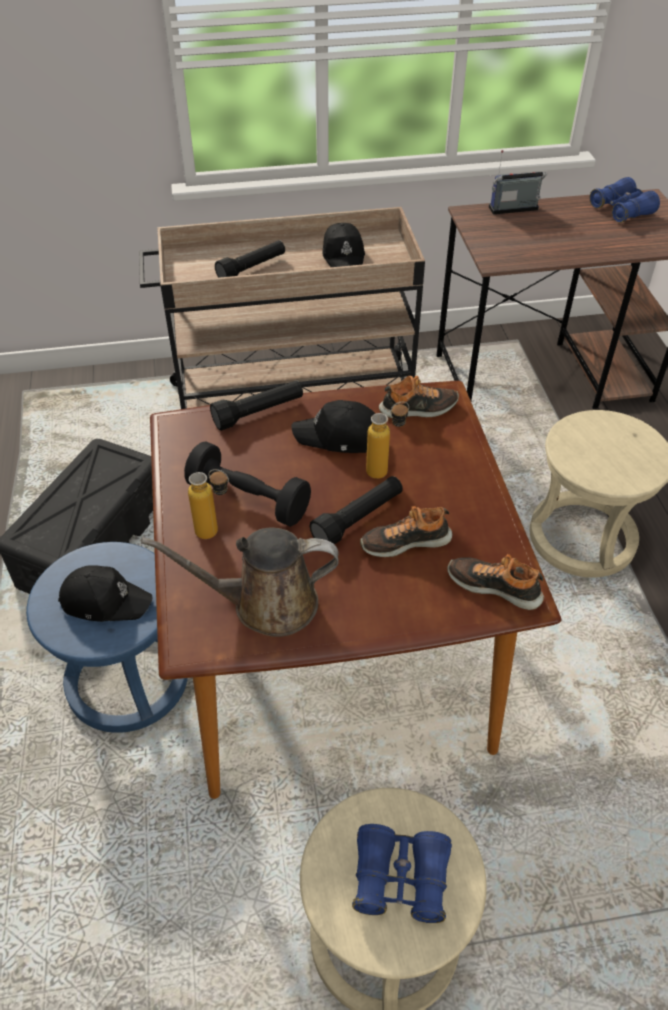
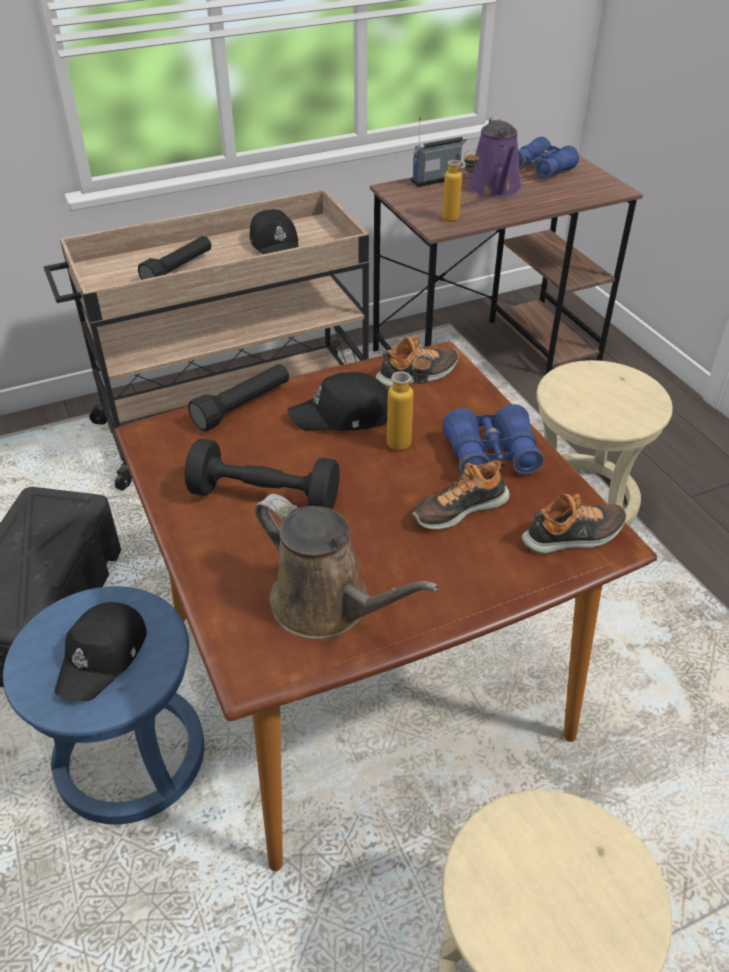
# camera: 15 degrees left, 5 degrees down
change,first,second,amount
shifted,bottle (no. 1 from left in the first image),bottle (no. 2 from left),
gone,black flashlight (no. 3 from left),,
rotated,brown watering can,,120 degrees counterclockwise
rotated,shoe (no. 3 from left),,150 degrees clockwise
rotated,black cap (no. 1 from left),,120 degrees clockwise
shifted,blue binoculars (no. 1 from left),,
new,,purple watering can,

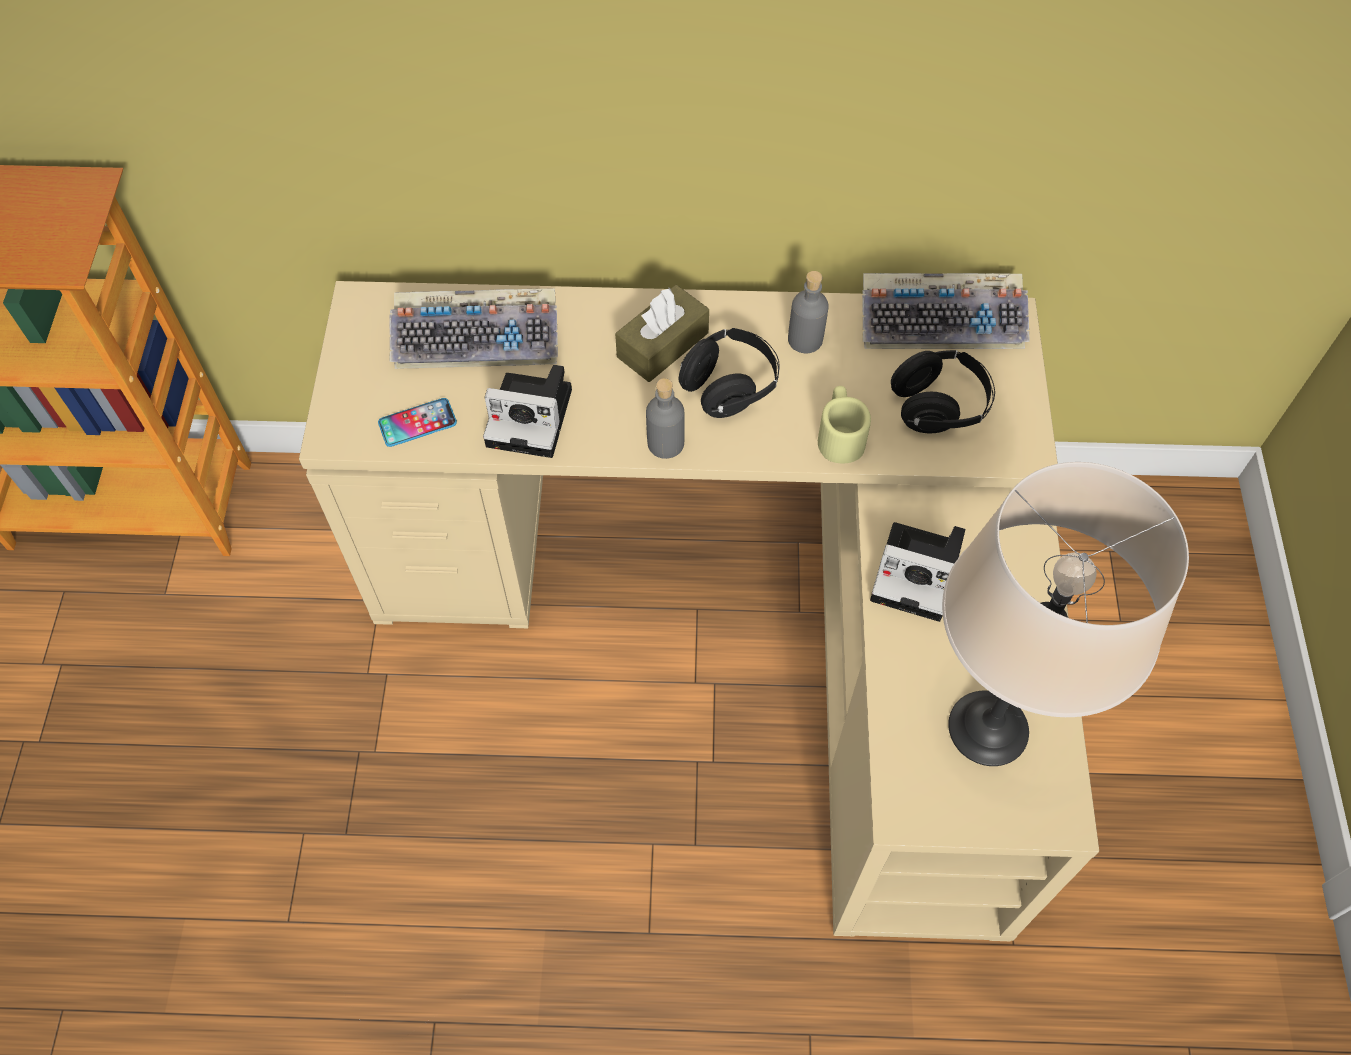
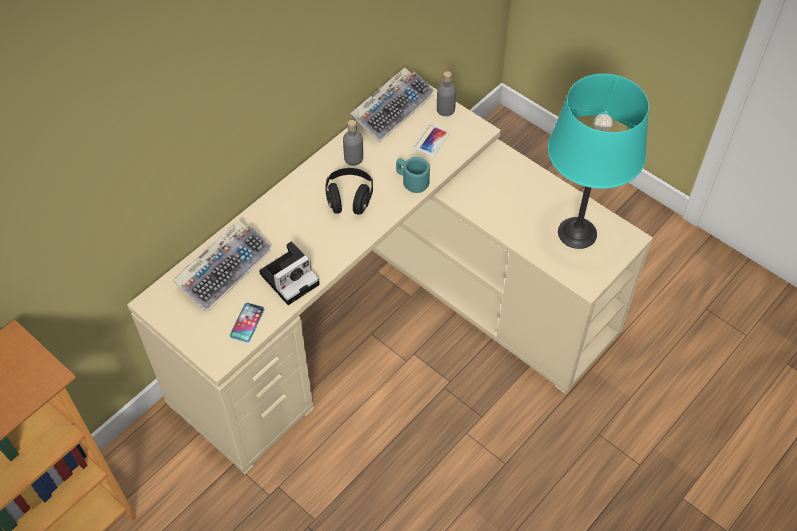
# camera: 50 degrees left, 5 degrees down
change,first,second,amount
gone,brown tissue box,,
swapped,black headphones (no. 2 from left),phone (no. 2 from left),
shifted,grey bottle (no. 1 from left in the first image),grey bottle (no. 2 from left),
repainted,beige mug,turquoise mug,
repainted,beige table lamp,turquoise table lamp,
gone,photo camera (no. 2 from left),,

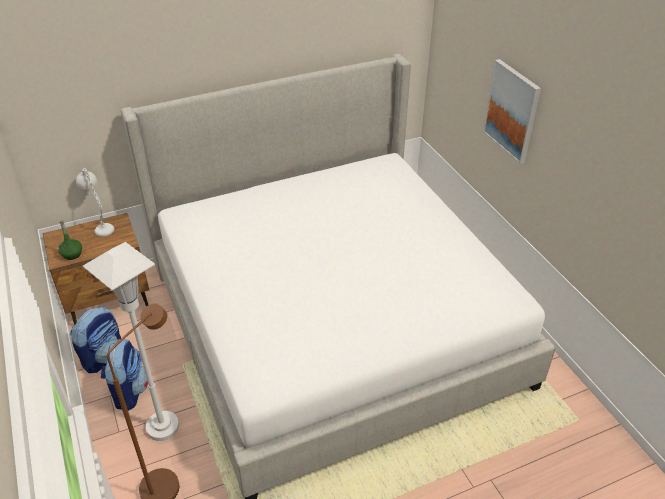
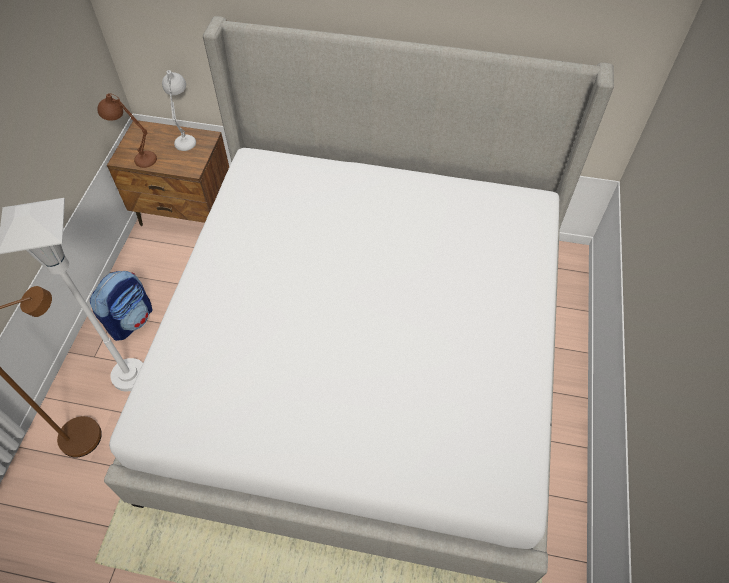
# camera: 35 degrees right, 15 degrees up
change,first,second,amount
gone,picture,,
swapped,green bottle,brown table lamp,
gone,backpack (no. 1 from left),,

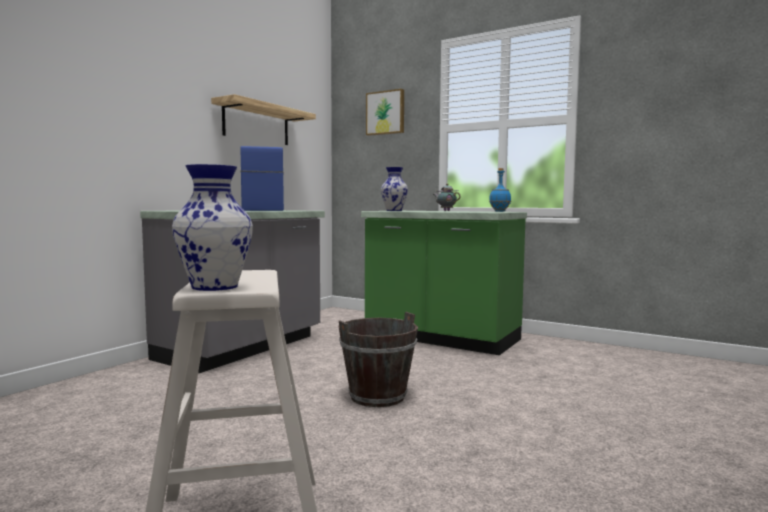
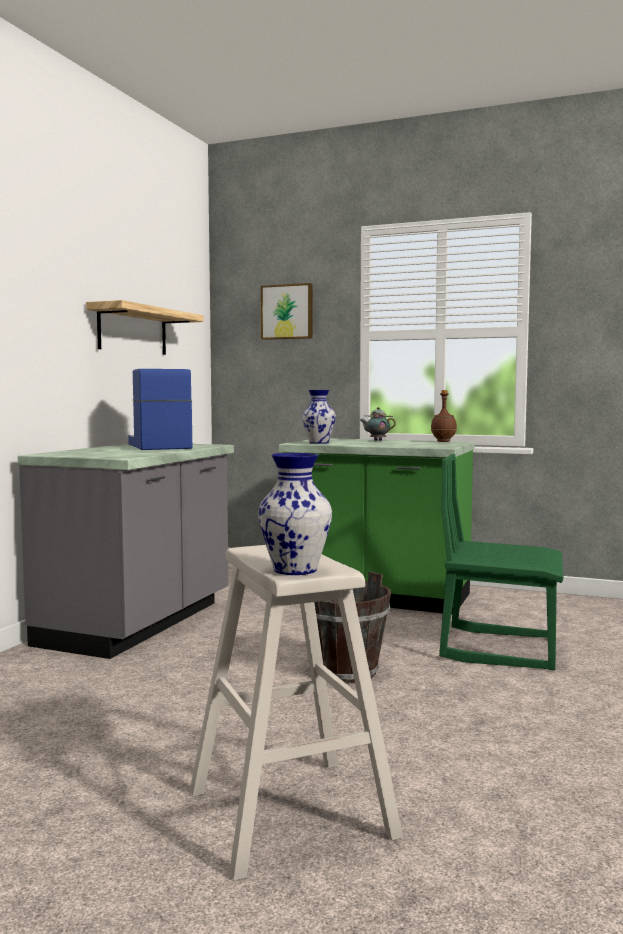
# camera: 10 degrees left, 0 degrees up
change,first,second,amount
repainted,blue bottle,brown bottle,
new,,green chair,

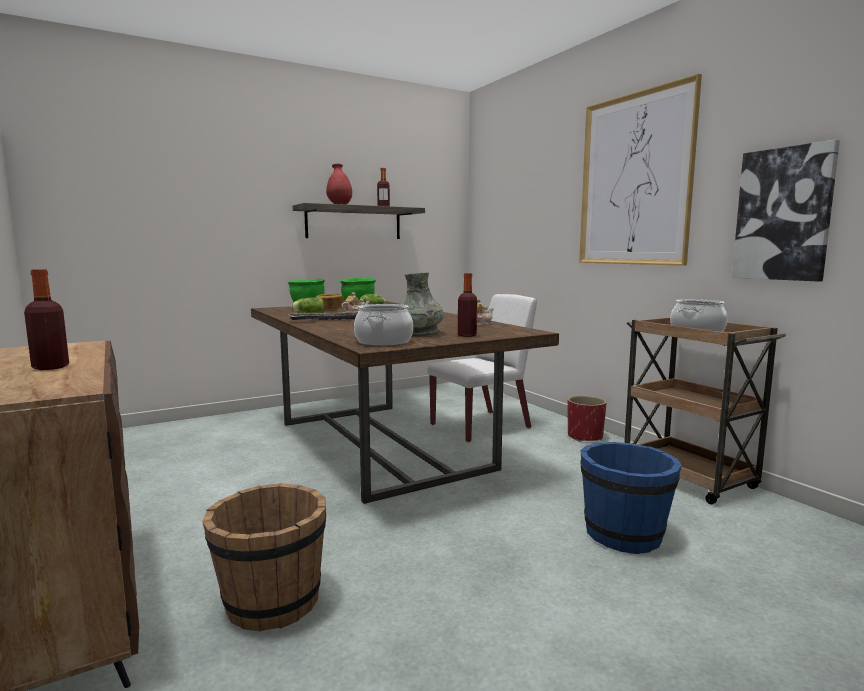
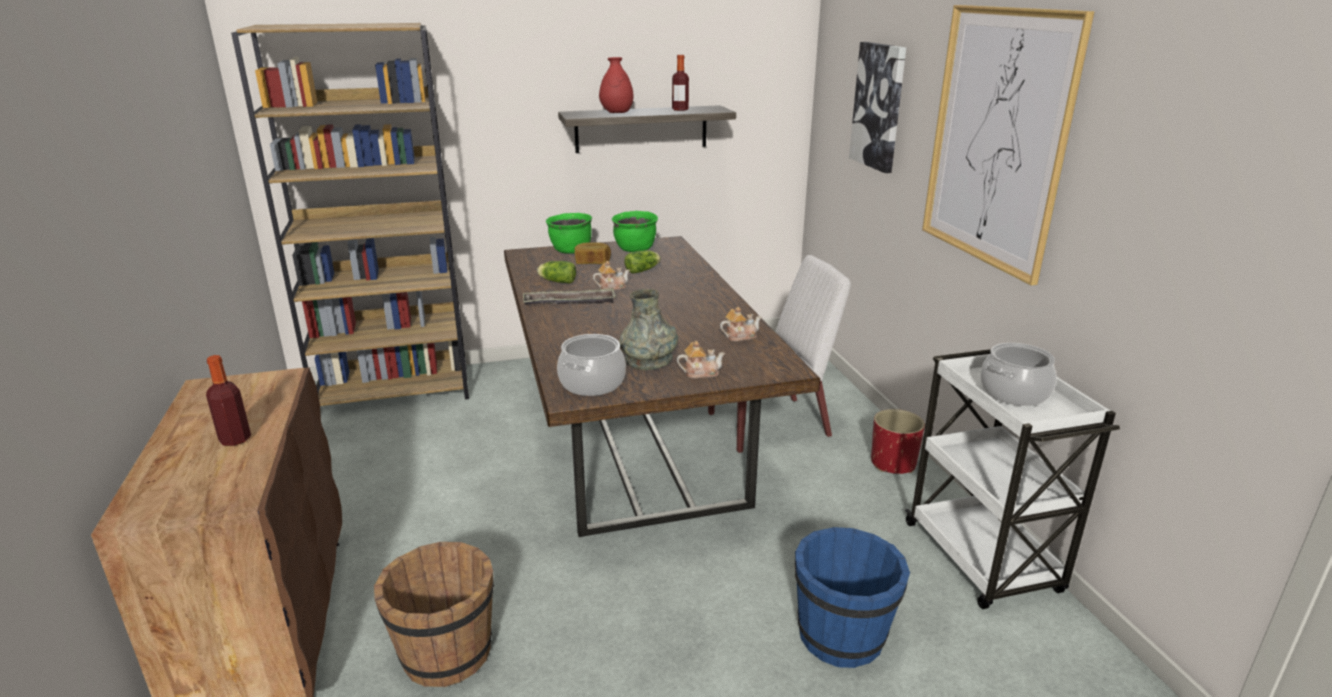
# camera: 15 degrees right, 15 degrees up
change,first,second,amount
shifted,picture (no. 2 from left in the first image),picture (no. 1 from left),
swapped,bottle (no. 3 from left),teapot (no. 2 from left),
repainted,brown cart,white cart,
new,,brown bookcase,

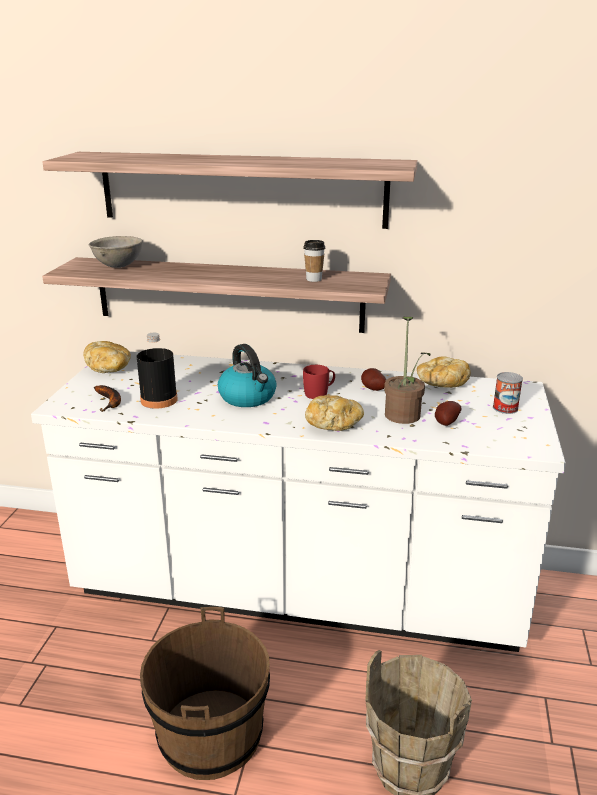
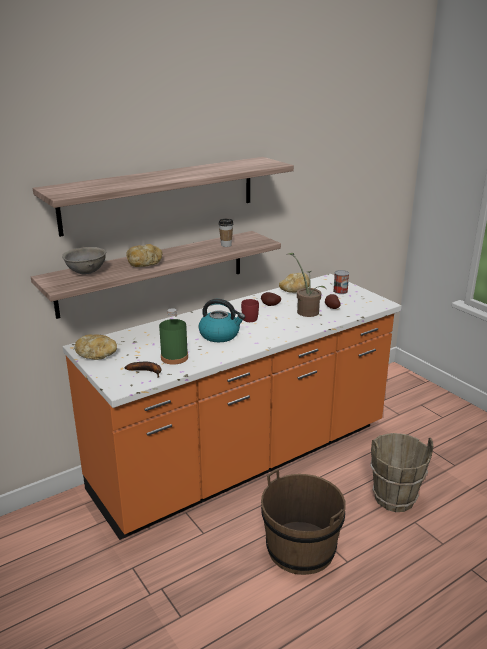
# camera: 45 degrees left, 0 degrees up
change,first,second,amount
repainted,black bottle,green bottle,
repainted,white counter,orange counter,
shifted,bread (no. 2 from left),,

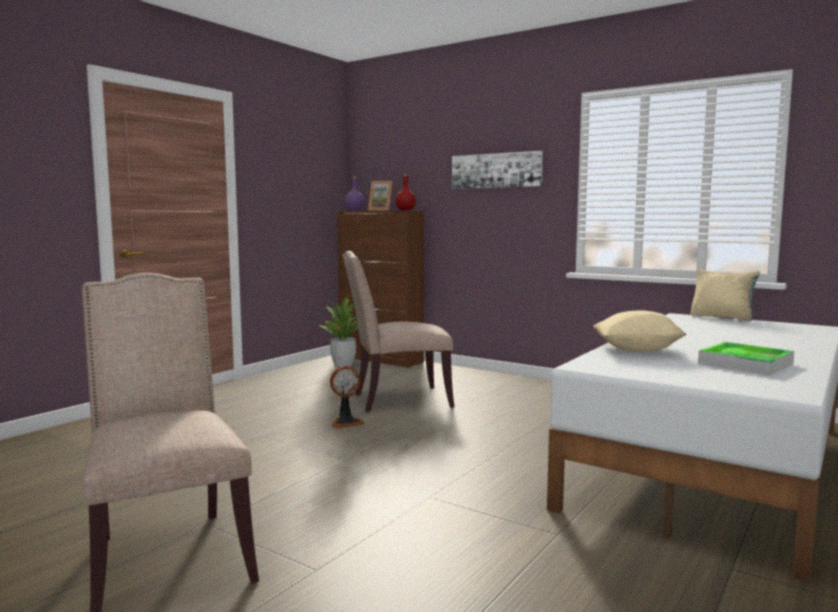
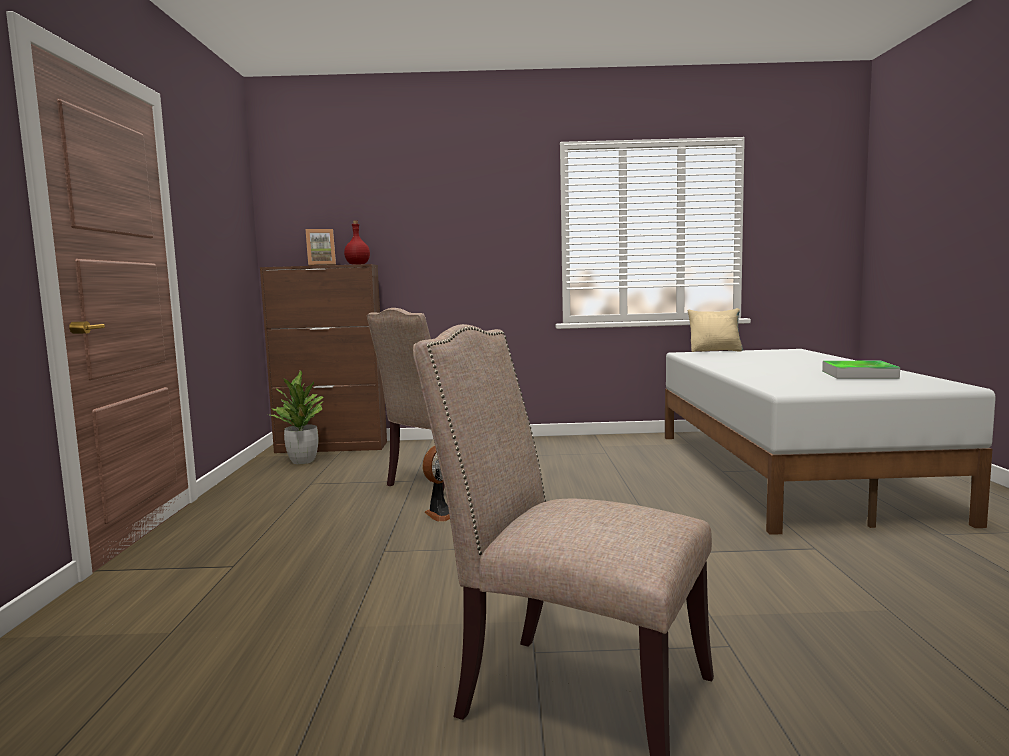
# camera: 35 degrees left, 0 degrees up
change,first,second,amount
gone,picture,,
gone,purple bottle,,
gone,beige pillow (no. 1 from left),,

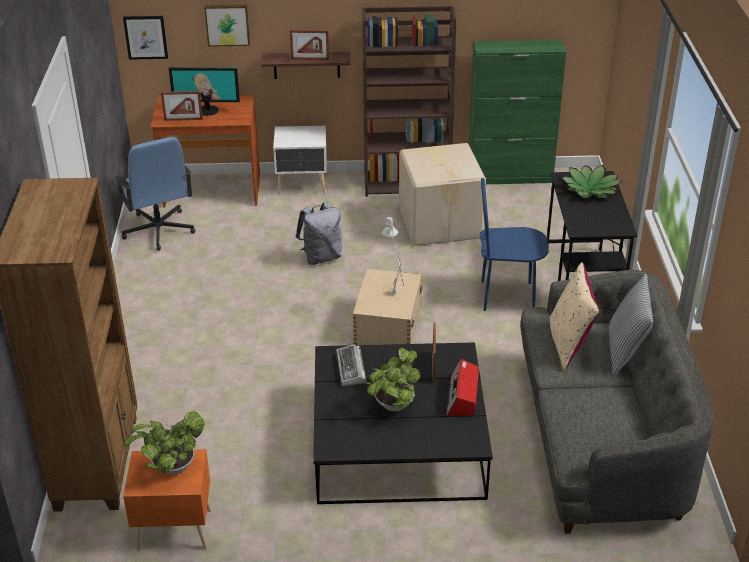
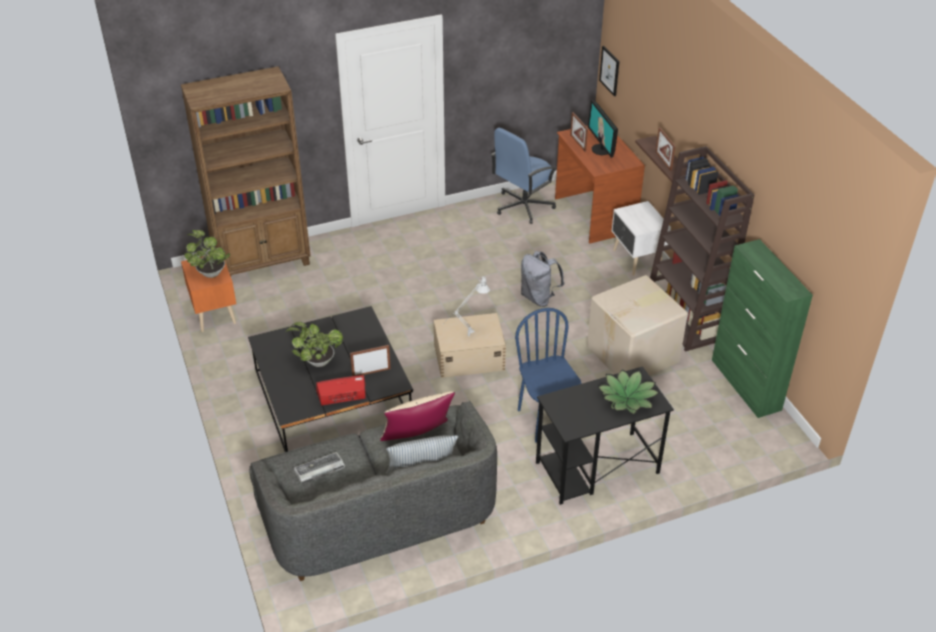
# camera: 70 degrees right, 5 degrees up
change,first,second,amount
gone,picture (no. 2 from left),,
shifted,keyboard,,

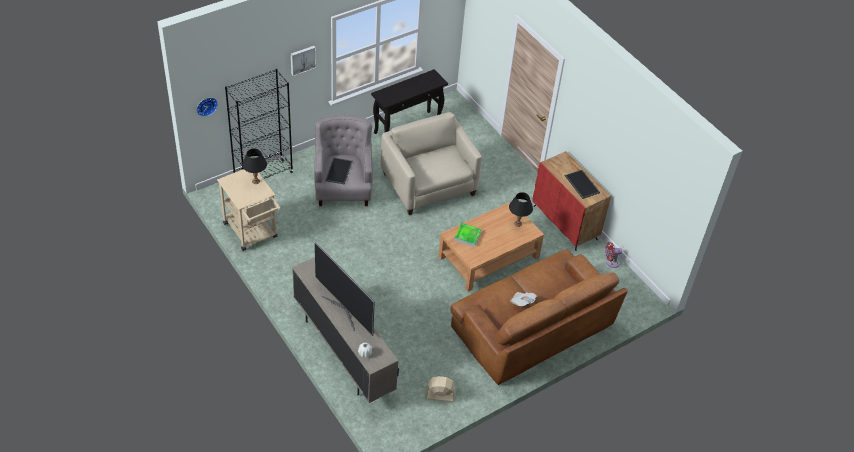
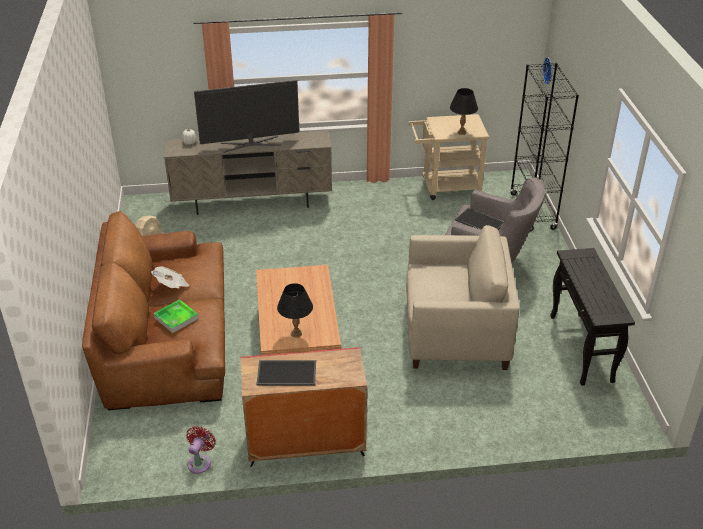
# camera: 120 degrees right, 10 degrees down
change,first,second,amount
gone,picture,,
shifted,tray (no. 2 from left in the first image),tray (no. 1 from left),

